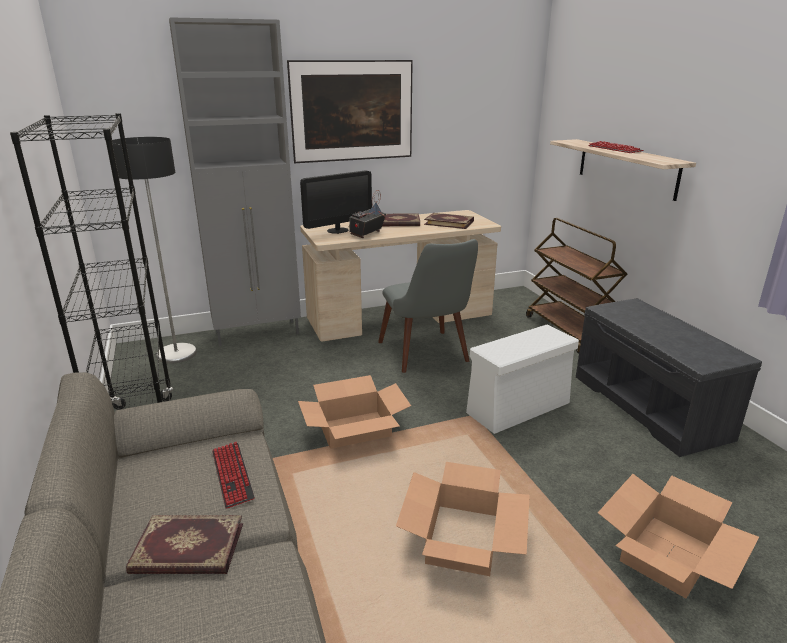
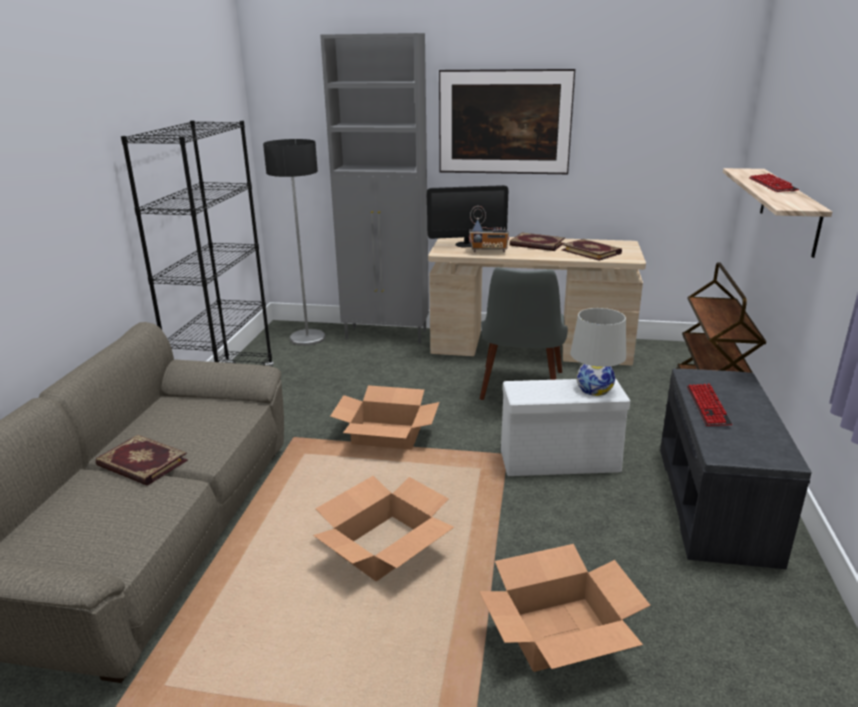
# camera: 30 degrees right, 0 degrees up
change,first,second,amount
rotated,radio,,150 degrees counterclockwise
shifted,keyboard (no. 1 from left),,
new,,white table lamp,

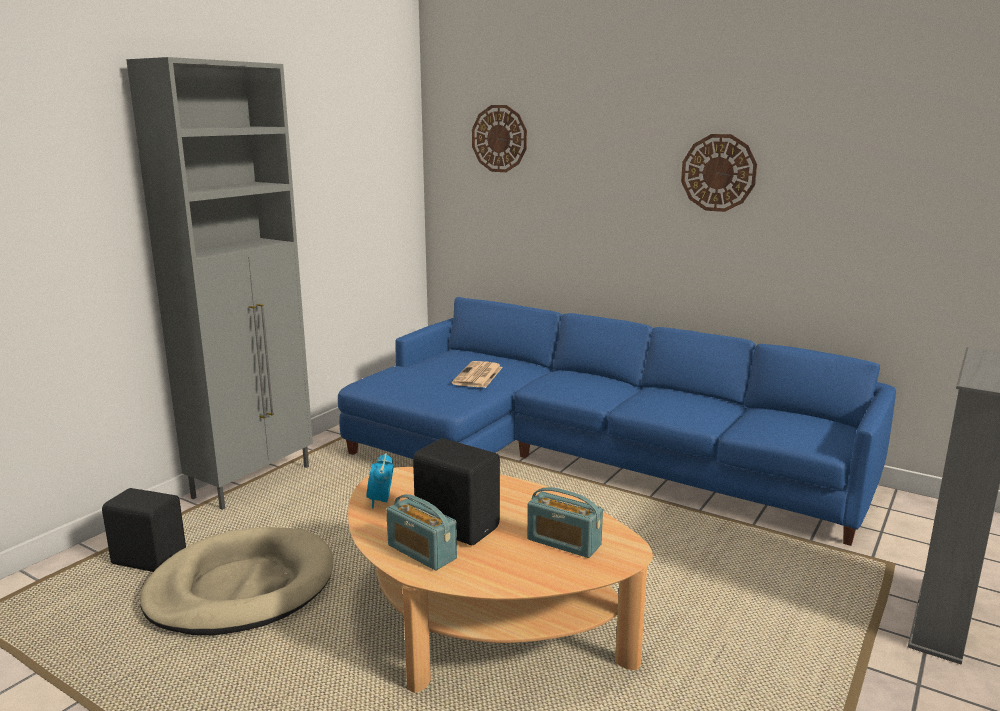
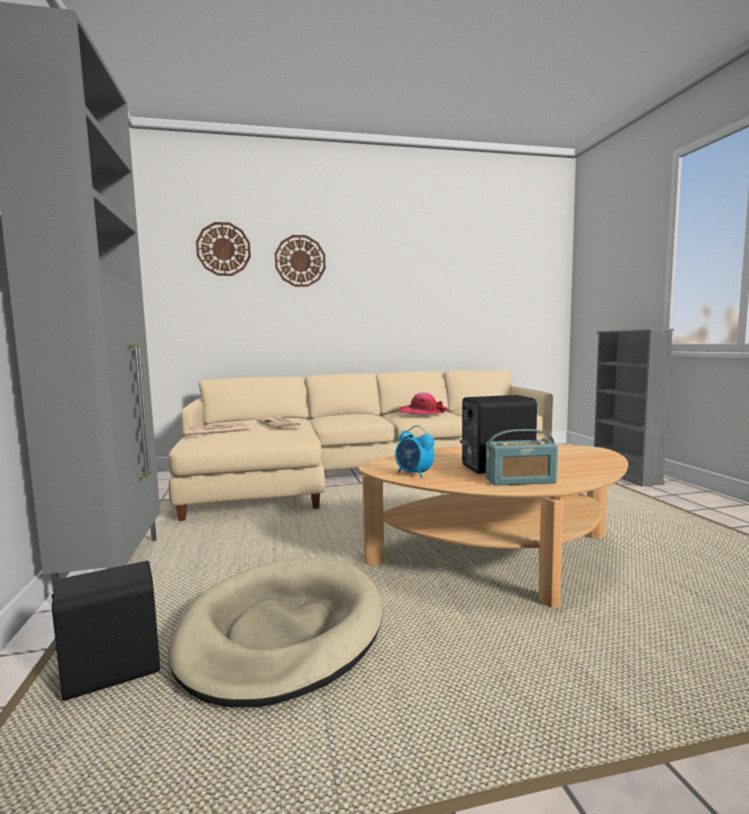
# camera: 45 degrees left, 10 degrees down
change,first,second,amount
shifted,wall clock (no. 2 from left),,
repainted,blue sofa,beige sofa,
gone,radio (no. 2 from left),,
new,,hat,
new,,newspaper (no. 1 from left),

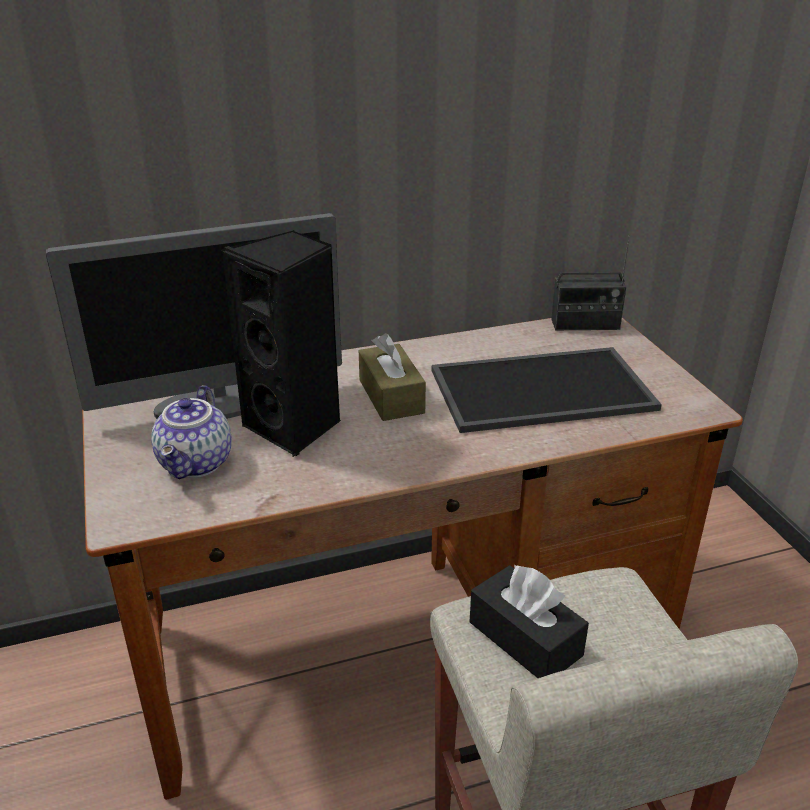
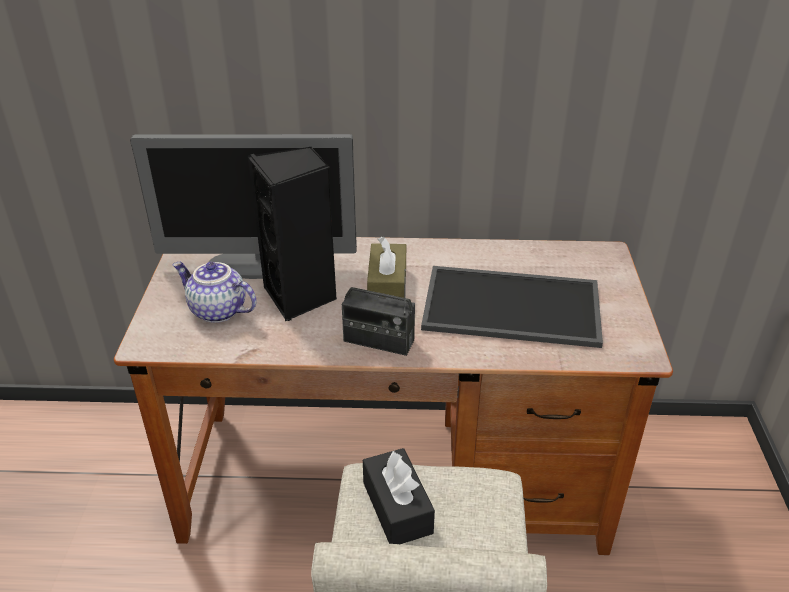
# camera: 20 degrees right, 5 degrees up
change,first,second,amount
shifted,radio,,
rotated,teapot,,90 degrees clockwise

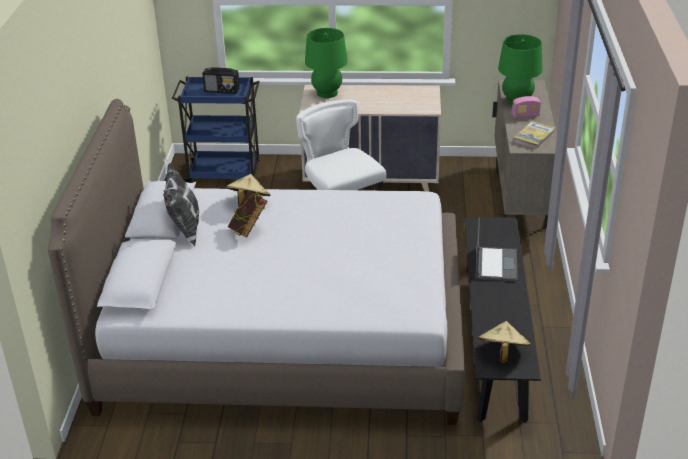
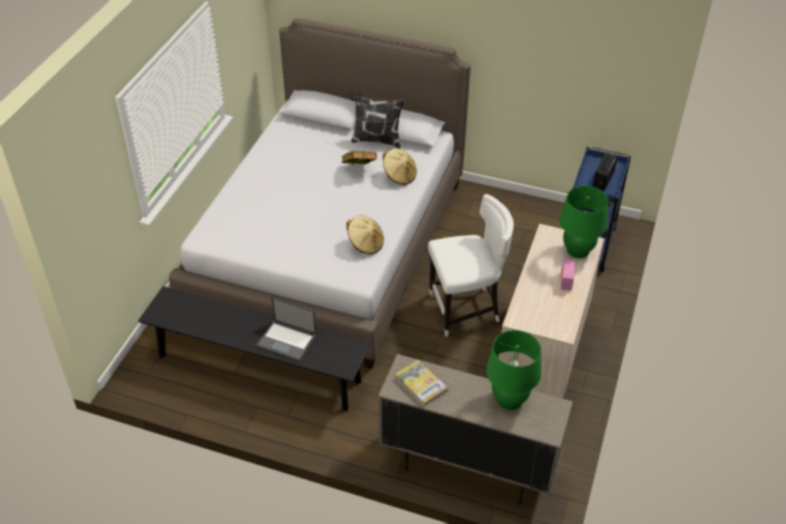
# camera: 105 degrees right, 10 degrees up
change,first,second,amount
shifted,radio (no. 2 from left in the first image),radio (no. 1 from left),
shifted,beige hat (no. 2 from left in the first image),beige hat (no. 1 from left),

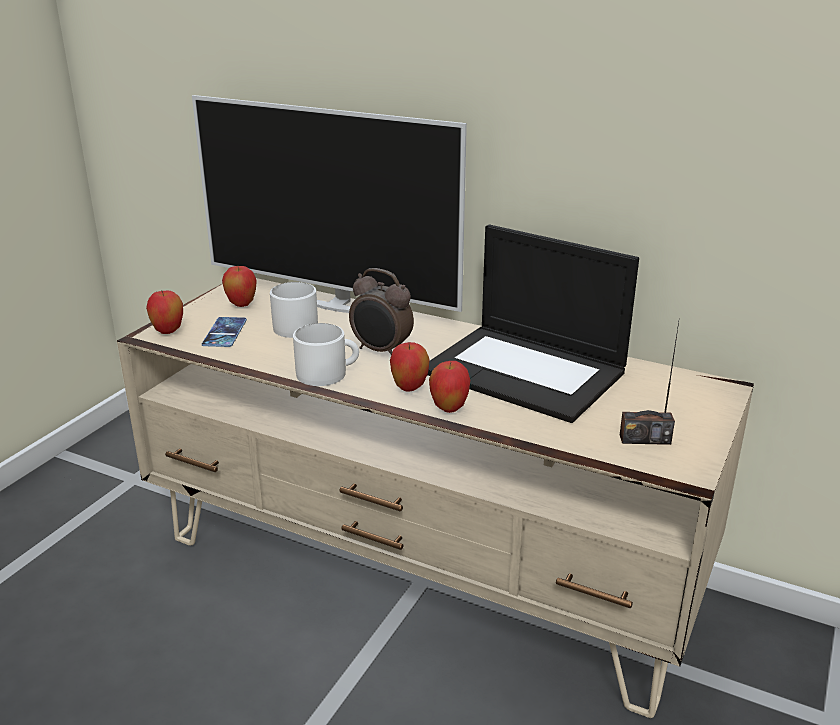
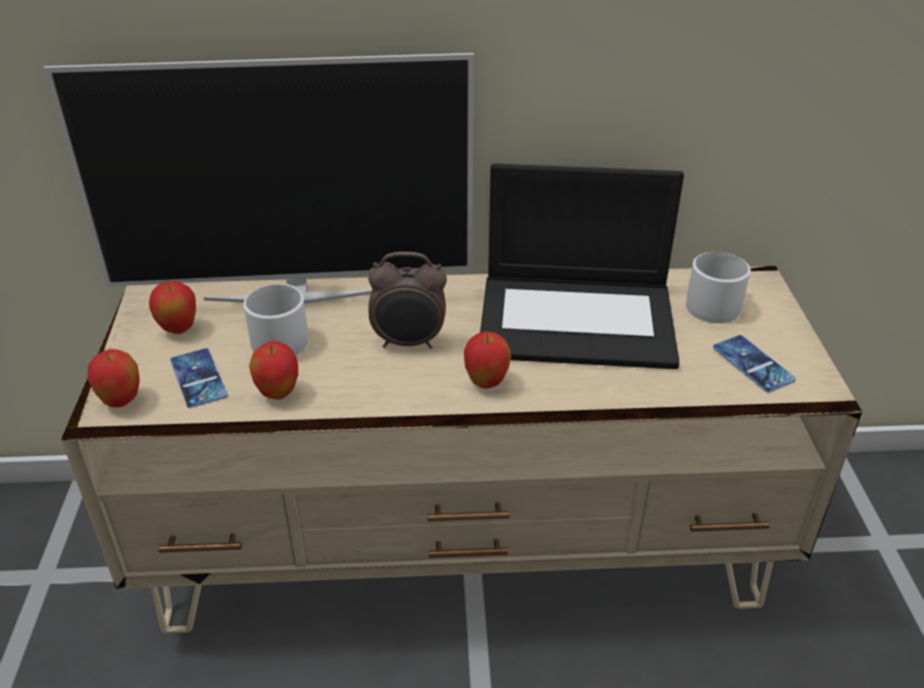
# camera: 30 degrees left, 10 degrees up
change,first,second,amount
swapped,radio,phone (no. 2 from left),
shifted,white mug (no. 2 from left),,
shifted,apple (no. 4 from left in the first image),apple (no. 3 from left),

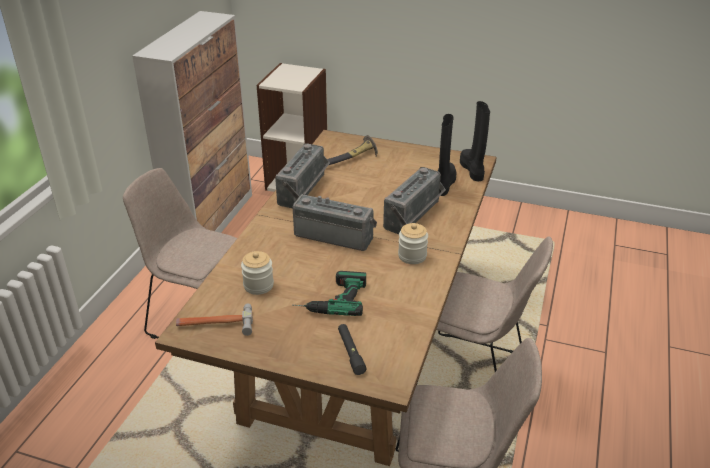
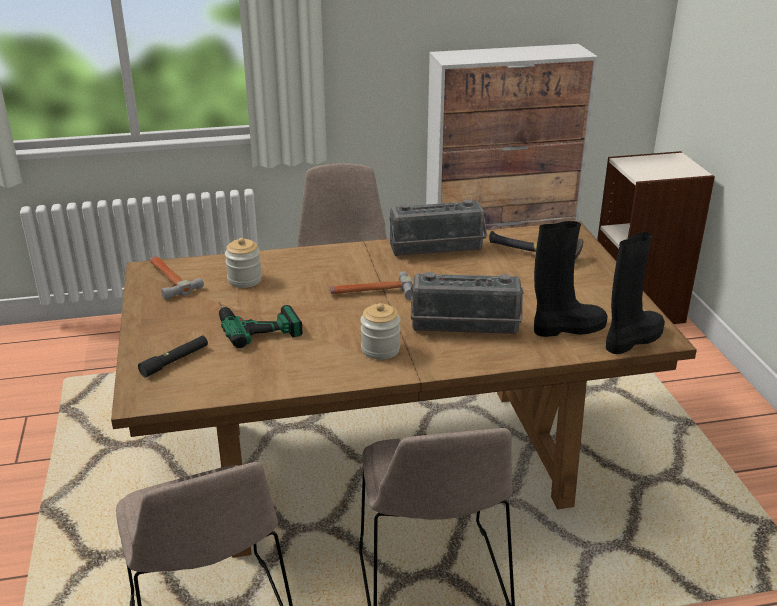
# camera: 60 degrees right, 5 degrees down
change,first,second,amount
swapped,radio (no. 2 from left),hammer (no. 2 from left),

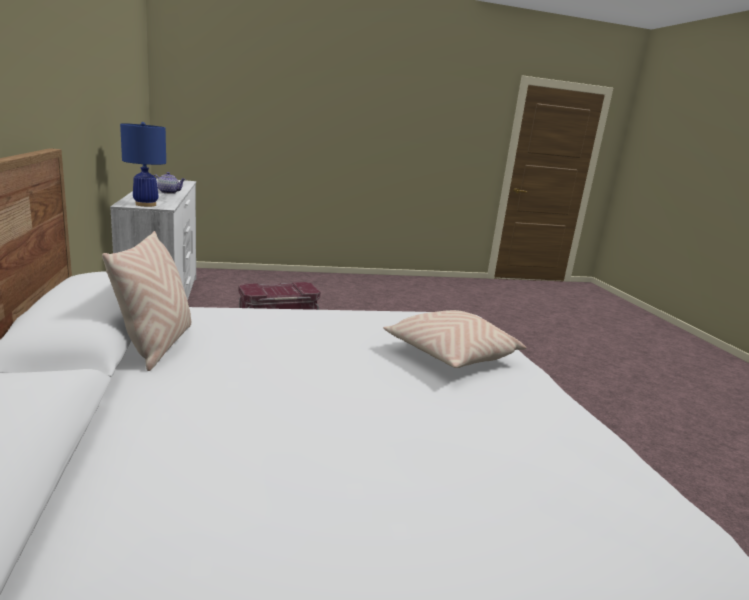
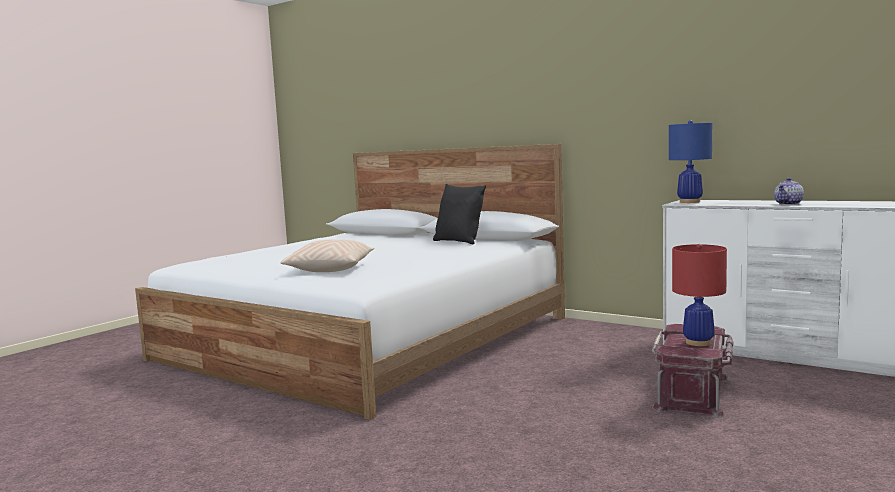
# camera: 140 degrees right, 10 degrees down
change,first,second,amount
repainted,beige pillow (no. 1 from left),black pillow,
new,,red table lamp,

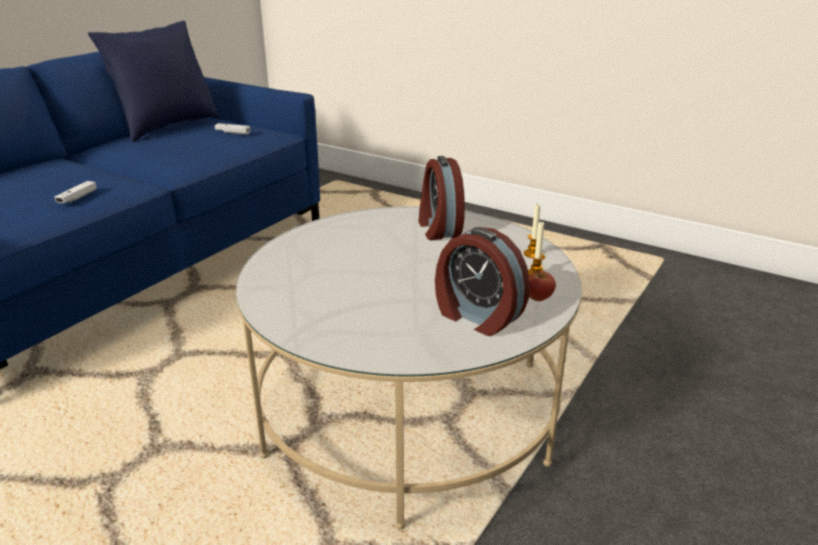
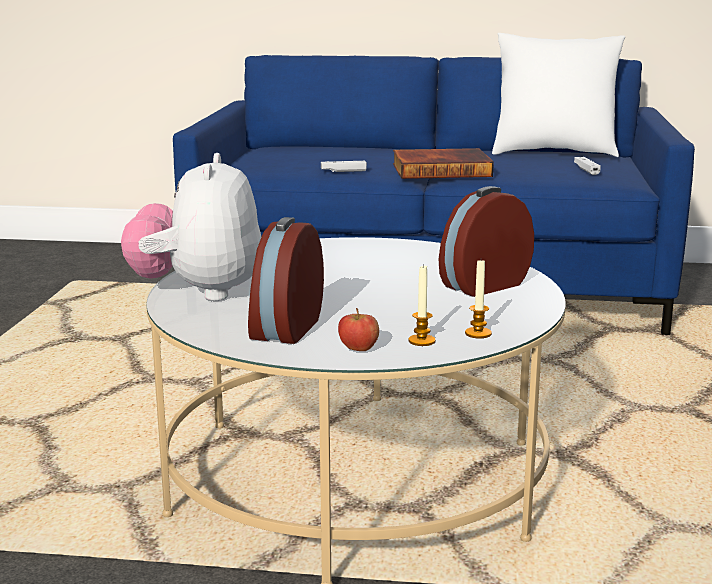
# camera: 65 degrees right, 10 degrees down
change,first,second,amount
repainted,blue pillow,white pillow,
new,,book,
new,,plush toy,

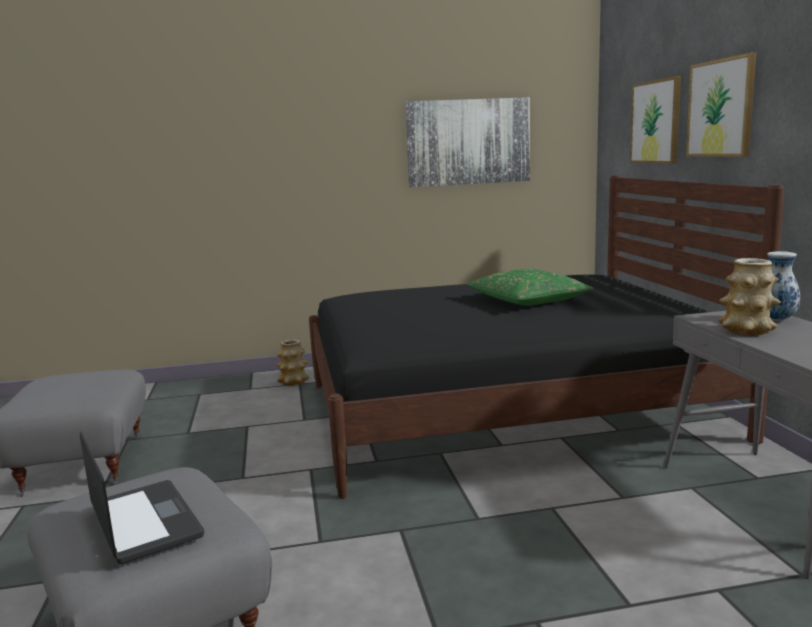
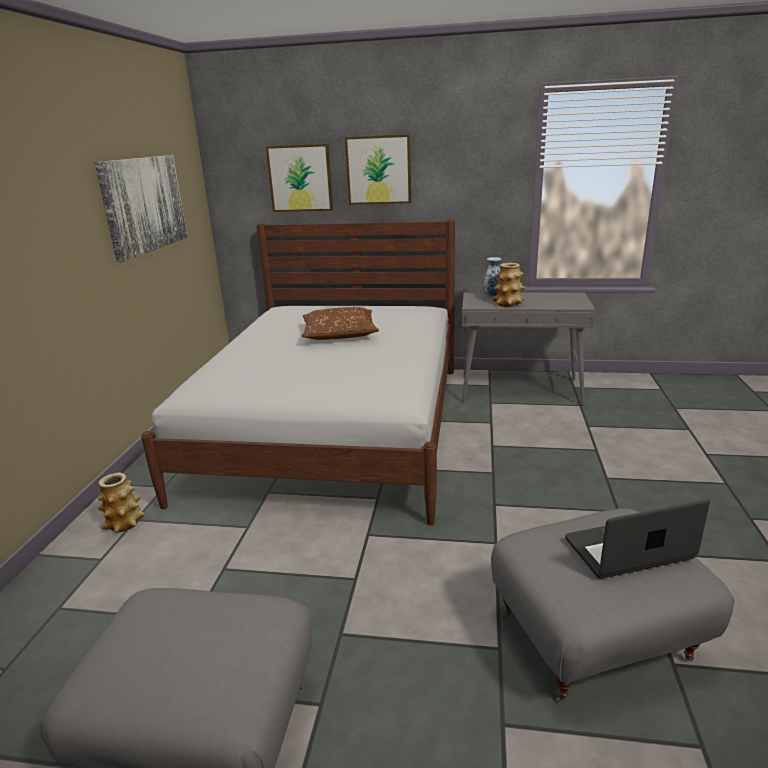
# camera: 70 degrees left, 10 degrees up
change,first,second,amount
repainted,black bed,white bed,
repainted,green pillow,brown pillow,

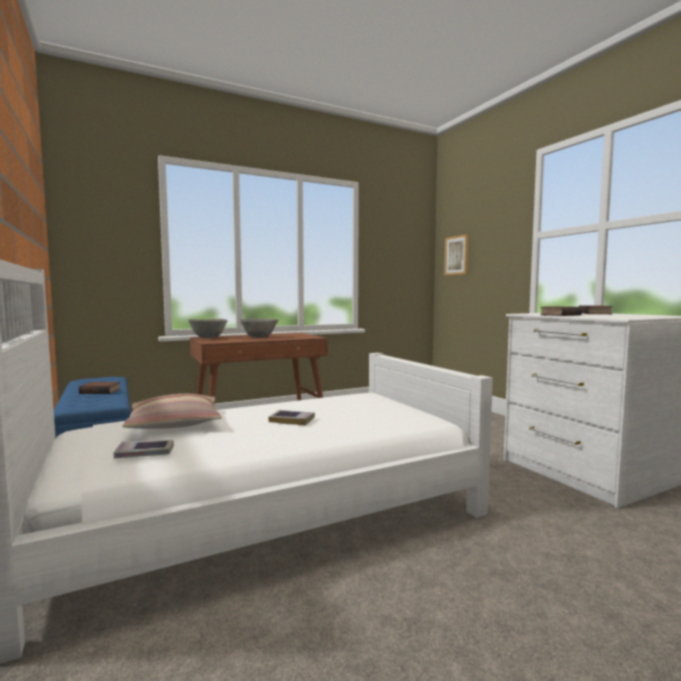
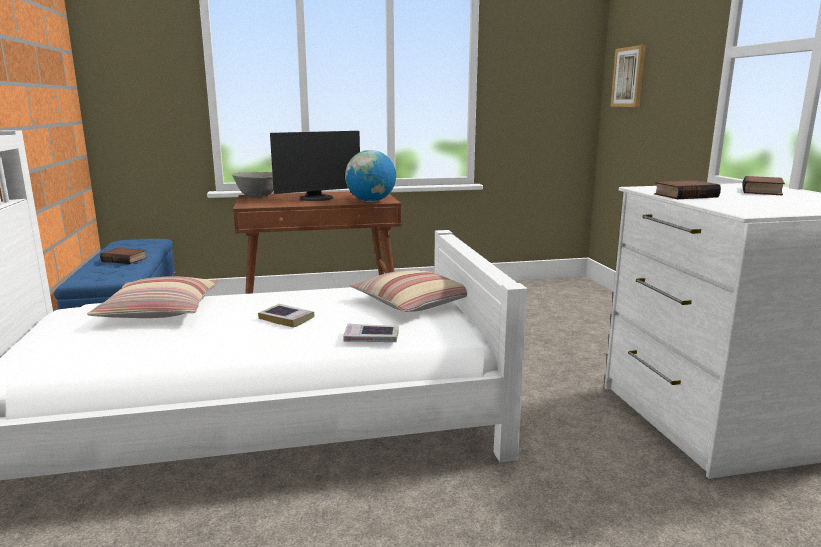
# camera: 15 degrees right, 10 degrees up
change,first,second,amount
swapped,grey bowl (no. 2 from left),monitor,
shifted,book (no. 2 from left in the first image),book (no. 3 from left),
new,,globe,
new,,pillow (no. 2 from left),

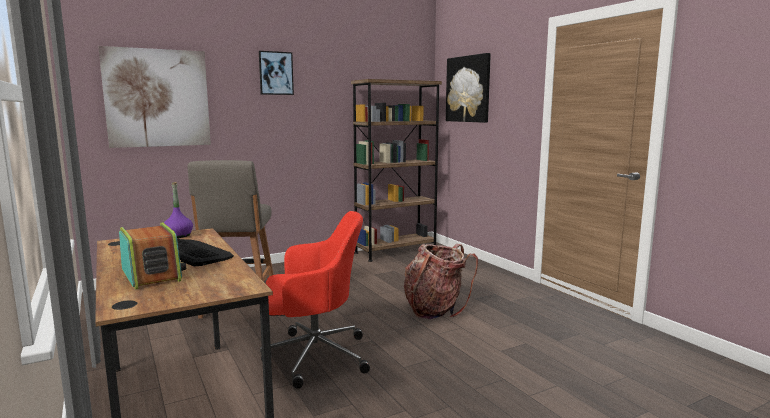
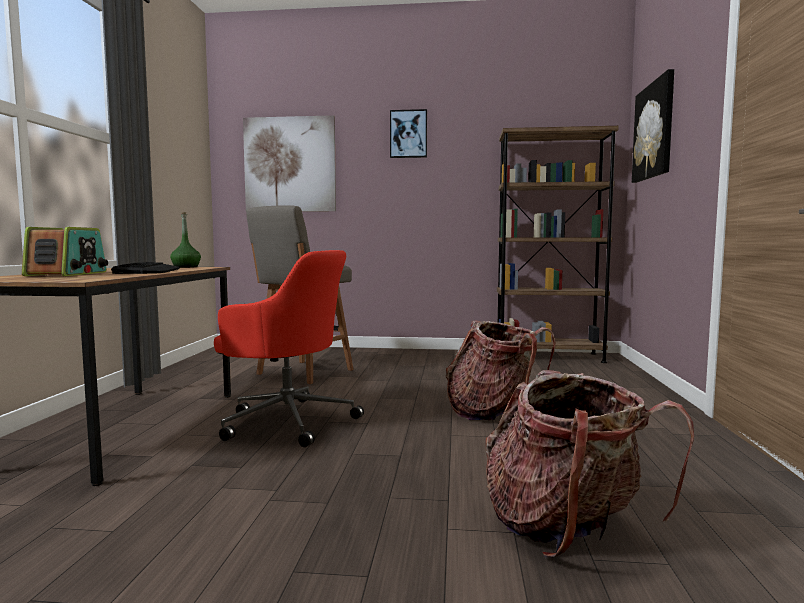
# camera: 35 degrees right, 5 degrees down
change,first,second,amount
repainted,purple bottle,green bottle,
new,,backpack (no. 2 from left),

